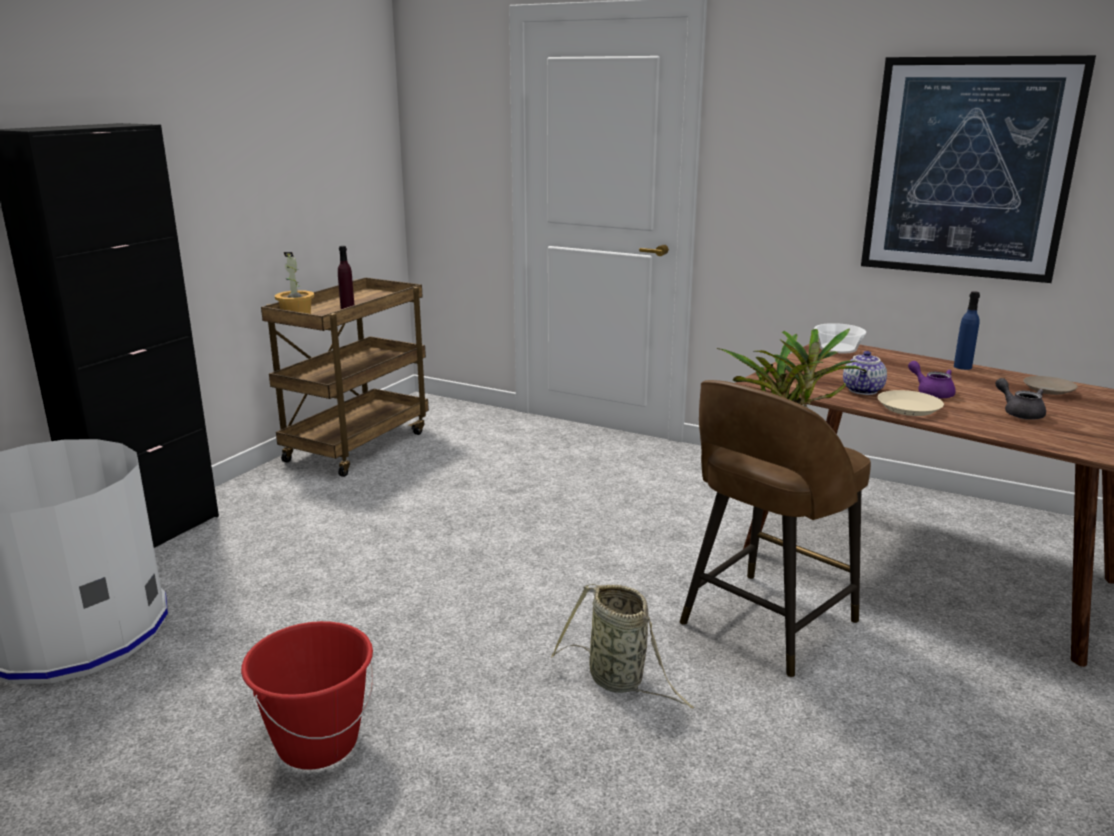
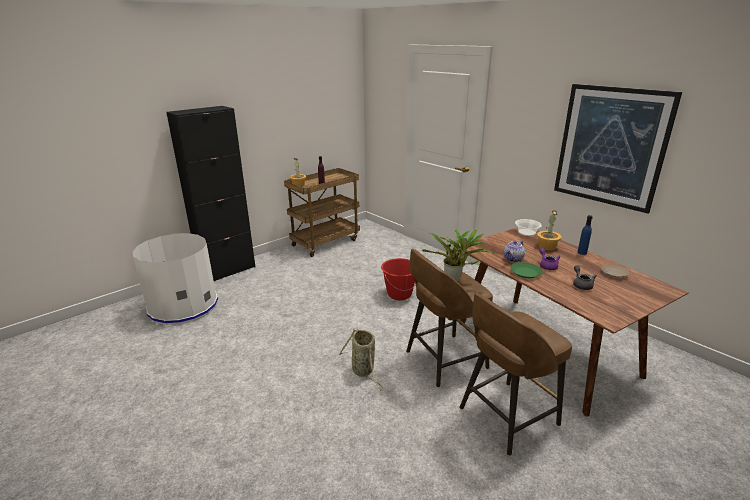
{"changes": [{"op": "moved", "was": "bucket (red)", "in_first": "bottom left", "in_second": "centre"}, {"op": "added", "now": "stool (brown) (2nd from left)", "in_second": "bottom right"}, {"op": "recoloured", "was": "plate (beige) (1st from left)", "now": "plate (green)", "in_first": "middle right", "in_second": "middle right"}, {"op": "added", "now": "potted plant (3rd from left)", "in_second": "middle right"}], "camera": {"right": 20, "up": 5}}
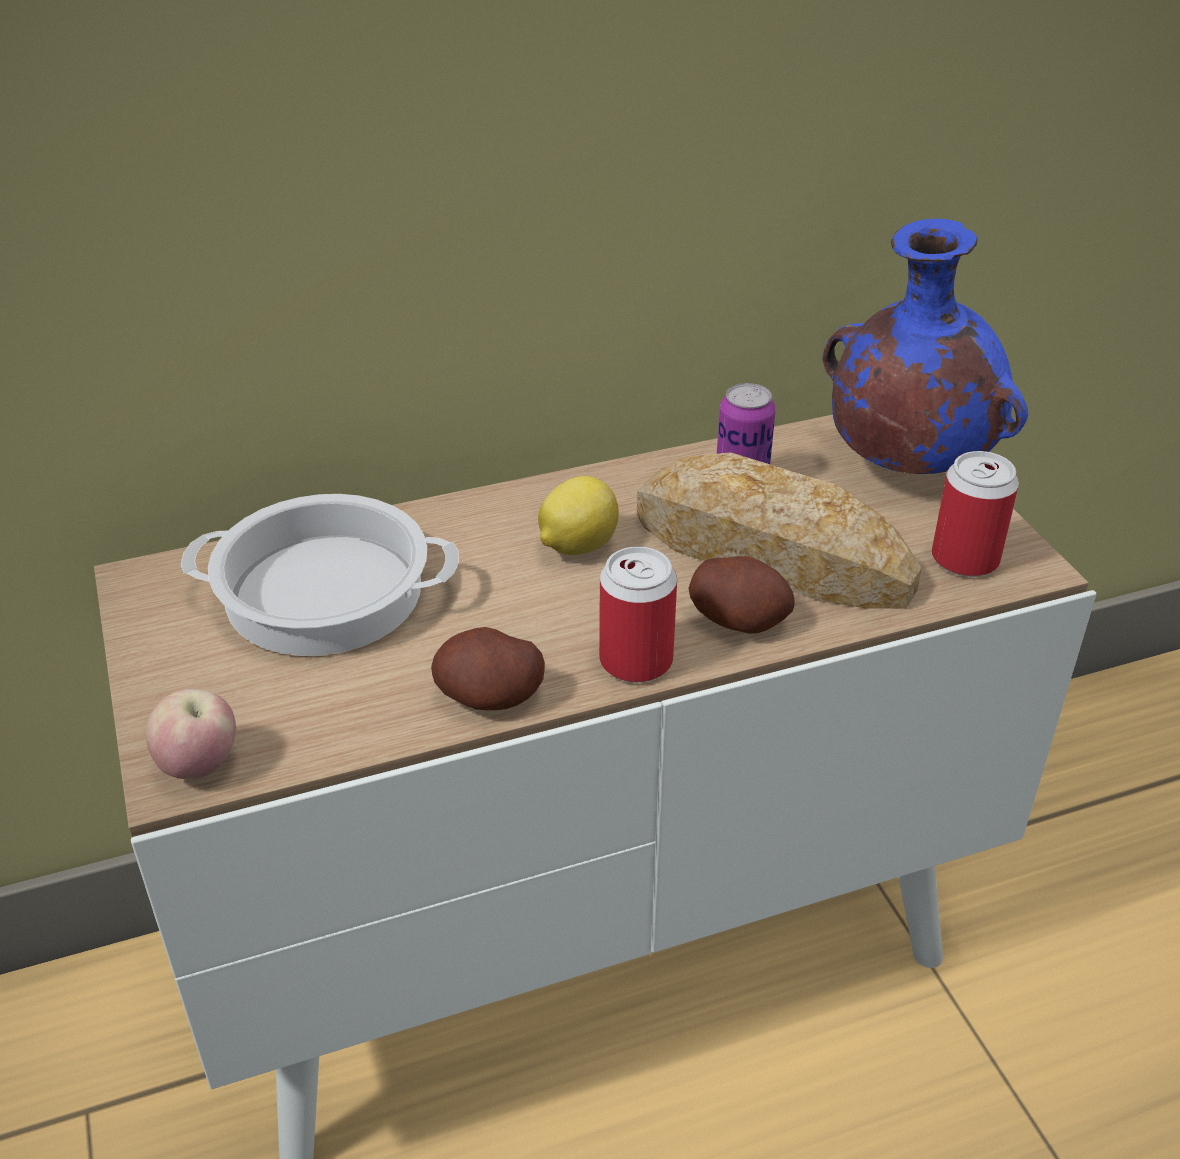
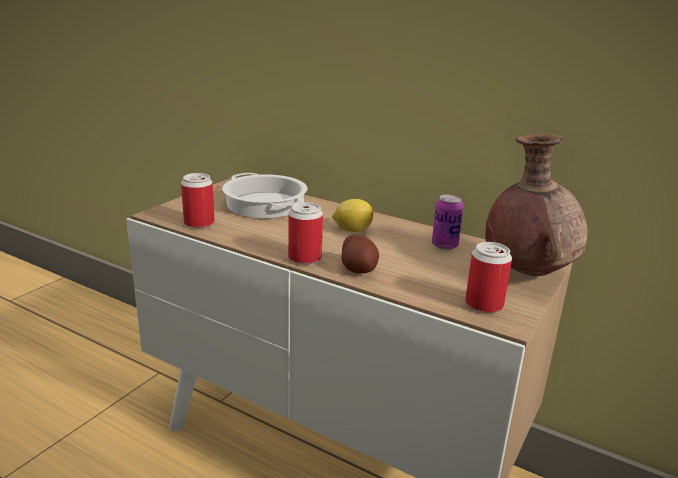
{"changes": [{"op": "added", "now": "can (1st from left)", "in_second": "middle left"}, {"op": "recoloured", "was": "vase (blue)", "now": "vase (brown)", "in_first": "top right", "in_second": "middle right"}, {"op": "removed", "was": "apple", "in_first": "middle left"}, {"op": "removed", "was": "potato (1st from left)", "in_first": "centre"}, {"op": "removed", "was": "bread", "in_first": "centre"}], "camera": {"right": 50, "up": -15}}
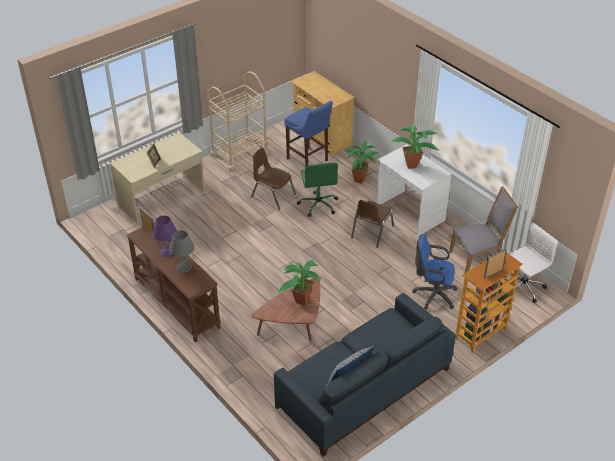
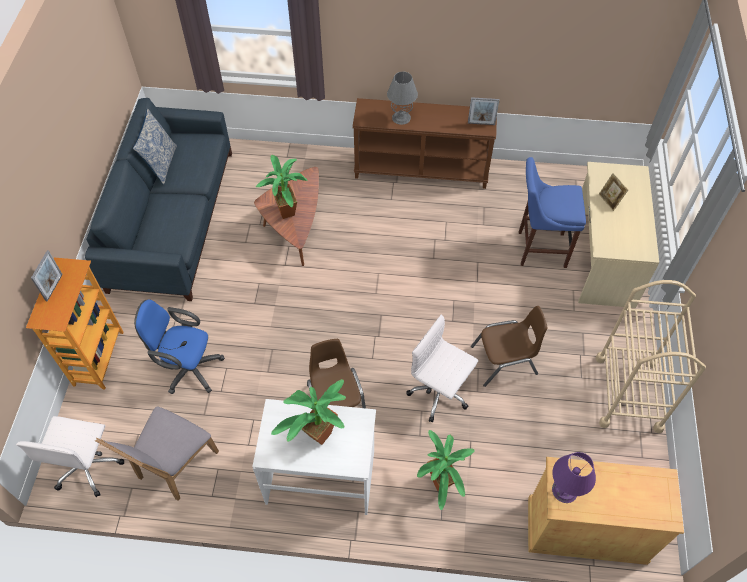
{"changes": [{"op": "turned", "was": "office chair (blue)", "in_first": "middle right", "in_second": "middle left", "clockwise": -135}, {"op": "recoloured", "was": "office chair (green)", "now": "office chair (white) (2nd from left)", "in_first": "centre", "in_second": "centre"}, {"op": "moved", "was": "stool (blue)", "in_first": "top centre", "in_second": "middle right"}, {"op": "moved", "was": "table lamp (purple)", "in_first": "middle left", "in_second": "bottom right"}], "camera": {"right": 135, "up": 15}}
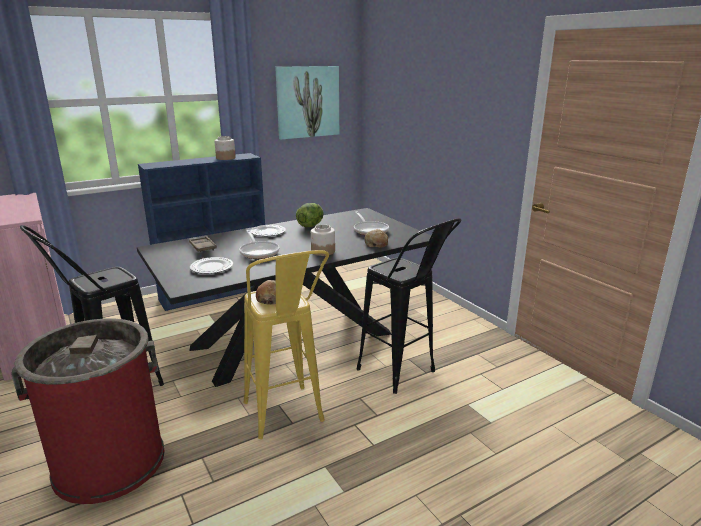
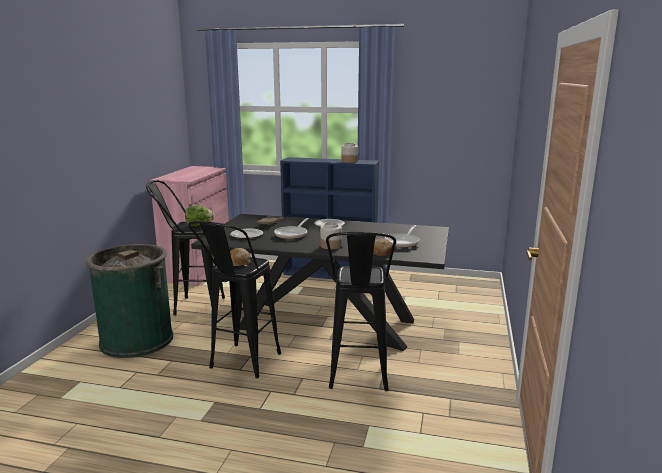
{"changes": [{"op": "recoloured", "was": "trash can (red)", "now": "trash can (green)", "in_first": "bottom left", "in_second": "middle left"}, {"op": "moved", "was": "lettuce", "in_first": "centre", "in_second": "middle left"}, {"op": "recoloured", "was": "stool (yellow)", "now": "stool (black) (2nd from left)", "in_first": "centre", "in_second": "centre"}, {"op": "removed", "was": "picture", "in_first": "top centre"}], "camera": {"right": 45, "up": -5}}
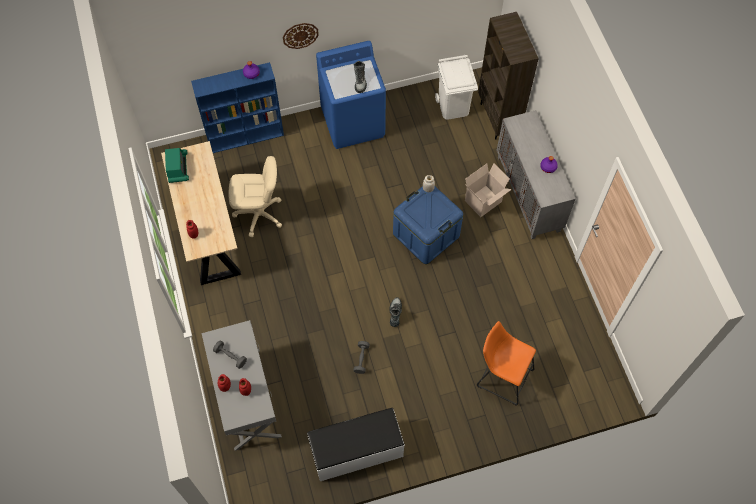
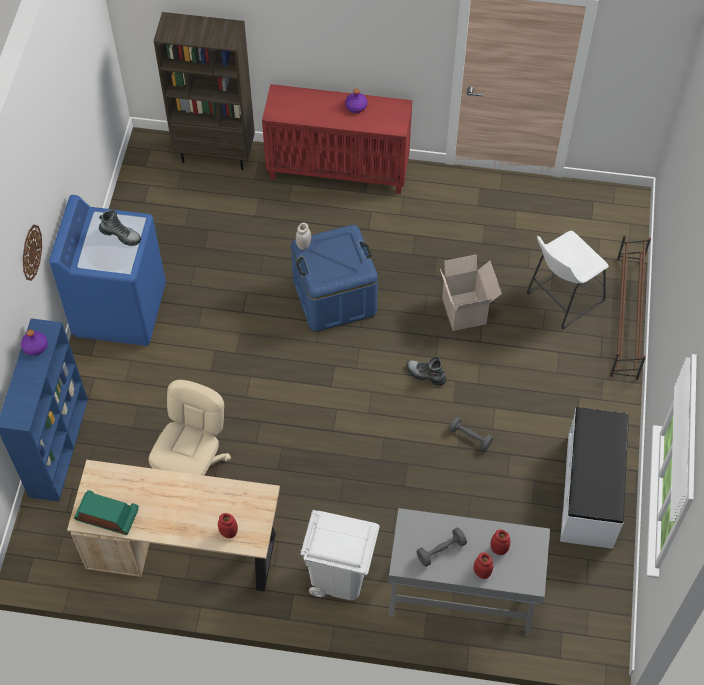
{"changes": [{"op": "recoloured", "was": "cabinet (grey)", "now": "cabinet (red)", "in_first": "middle right", "in_second": "top centre"}, {"op": "moved", "was": "trash can (white)", "in_first": "top centre", "in_second": "bottom centre"}, {"op": "moved", "was": "cardboard box", "in_first": "centre", "in_second": "middle right"}, {"op": "recoloured", "was": "stool (orange)", "now": "stool (white)", "in_first": "bottom right", "in_second": "middle right"}, {"op": "added", "now": "shoe rack (brown)", "in_second": "middle right"}], "camera": {"right": -65, "up": -5}}
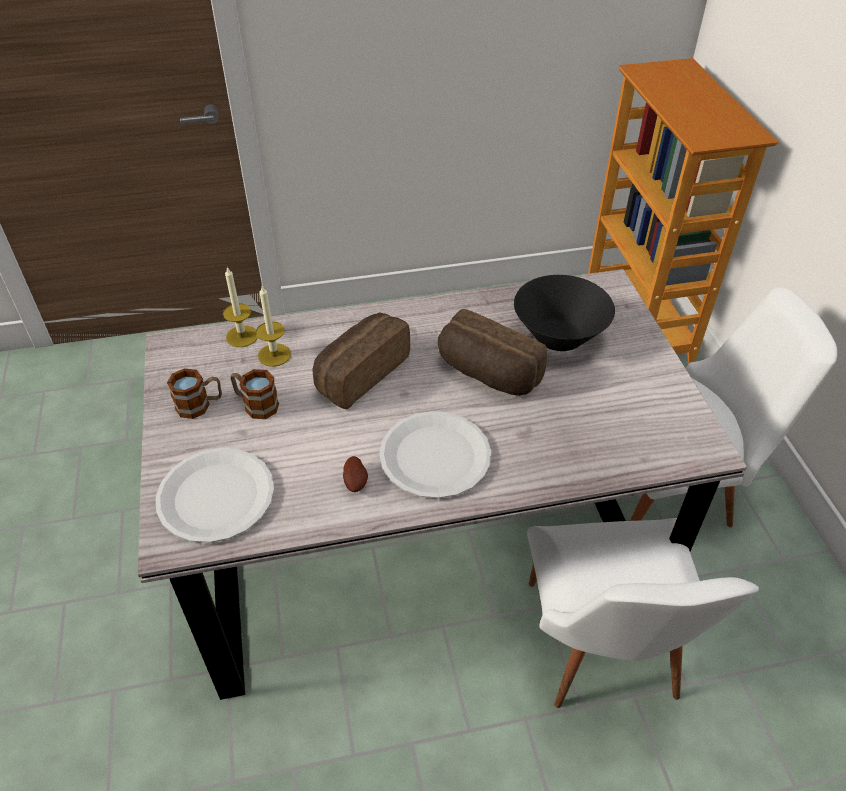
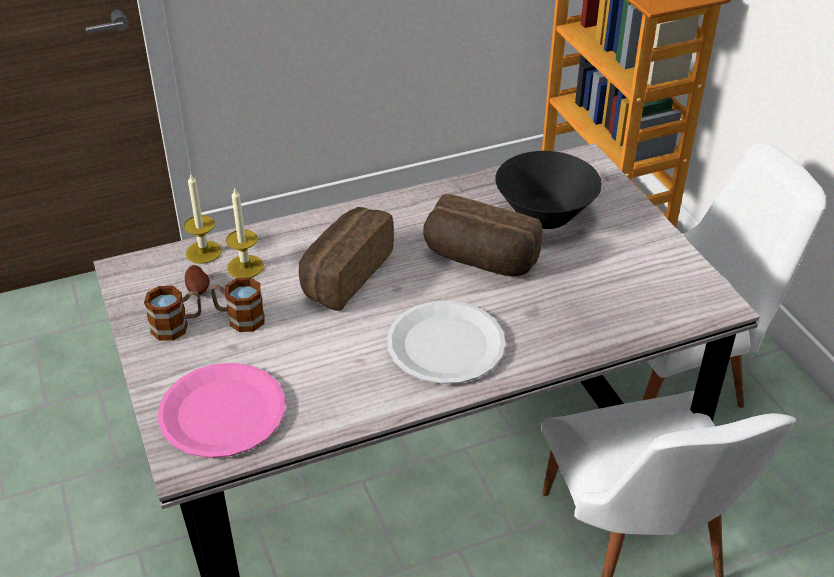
{"changes": [{"op": "recoloured", "was": "plate (white) (1st from left)", "now": "plate (pink)", "in_first": "middle left", "in_second": "bottom left"}, {"op": "moved", "was": "potato", "in_first": "centre", "in_second": "middle left"}], "camera": {"right": -10, "up": -5}}
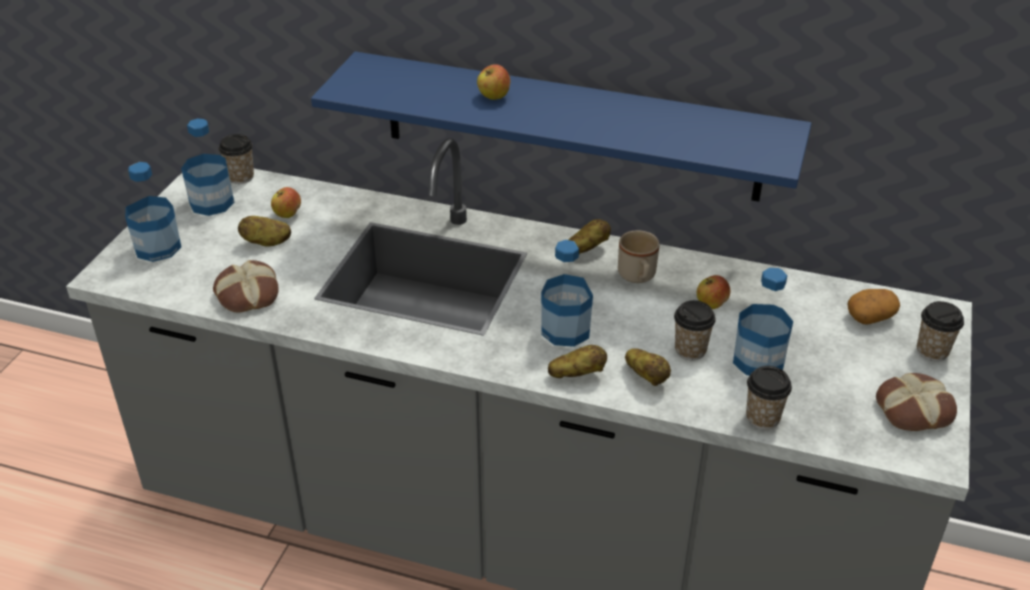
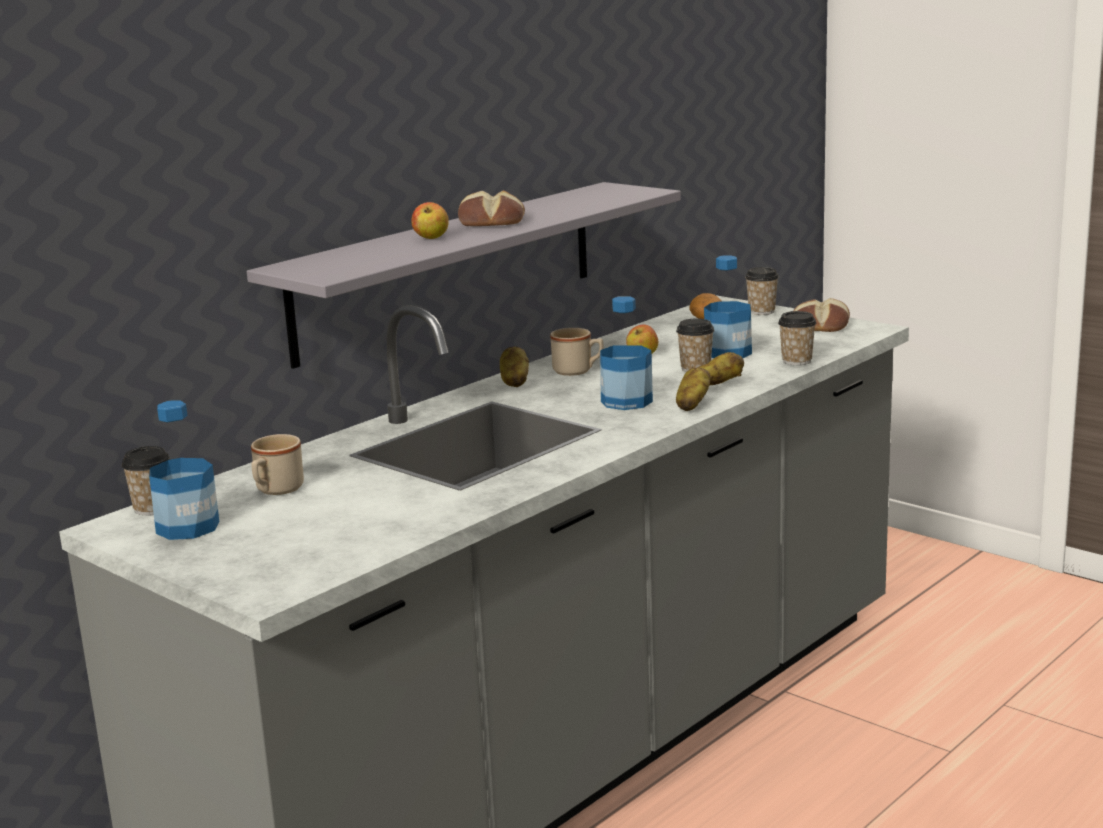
{"changes": [{"op": "recoloured", "was": "shelf (blue)", "now": "shelf (grey)", "in_first": "top centre", "in_second": "top centre"}, {"op": "replaced", "was": "apple (1st from left)", "now": "mug (beige) (1st from left)", "in_first": "middle left", "in_second": "middle left"}, {"op": "moved", "was": "bread (1st from left)", "in_first": "middle left", "in_second": "top centre"}, {"op": "removed", "was": "bottle (1st from left)", "in_first": "middle left"}, {"op": "removed", "was": "potato (1st from left)", "in_first": "middle left"}], "camera": {"right": -65, "up": -20}}
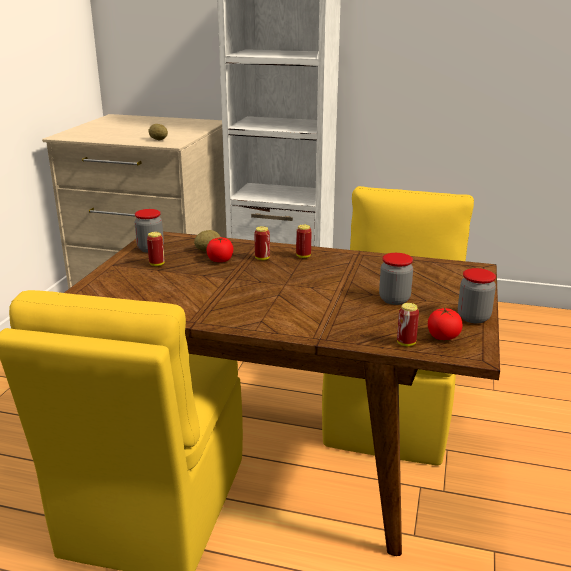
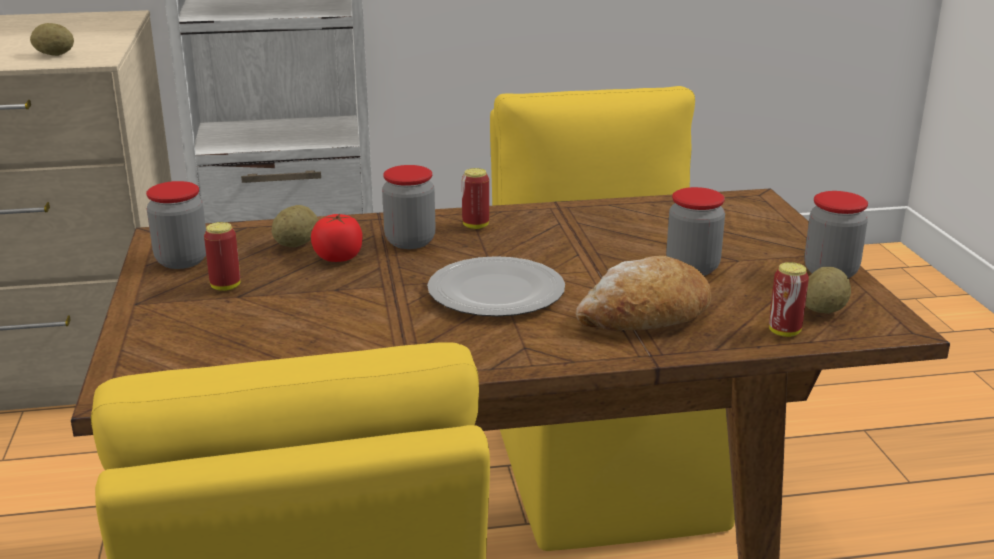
{"changes": [{"op": "replaced", "was": "can (2nd from left)", "now": "jar (2nd from left)", "in_first": "centre", "in_second": "centre"}, {"op": "added", "now": "plate", "in_second": "centre"}, {"op": "added", "now": "bread", "in_second": "centre"}, {"op": "replaced", "was": "tomato (2nd from left)", "now": "potato (3rd from left)", "in_first": "middle right", "in_second": "middle right"}], "camera": {"right": -25, "up": 0}}
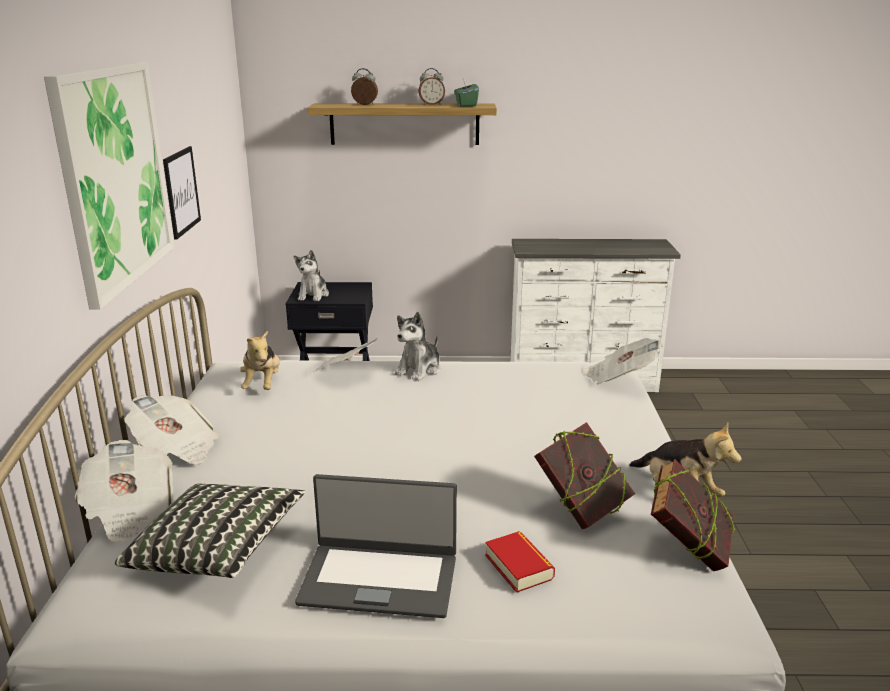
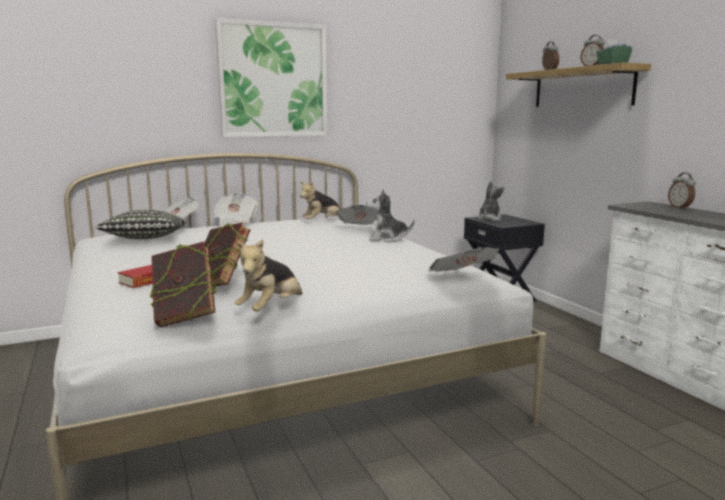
{"changes": [{"op": "turned", "was": "plush toy (2nd from left in the first image)", "in_first": "centre", "in_second": "middle right", "clockwise": 135}, {"op": "added", "now": "alarm clock (3rd from left)", "in_second": "middle right"}, {"op": "removed", "was": "picture (2nd from left)", "in_first": "top left"}, {"op": "removed", "was": "laptop", "in_first": "bottom centre"}], "camera": {"right": 65, "up": -10}}
